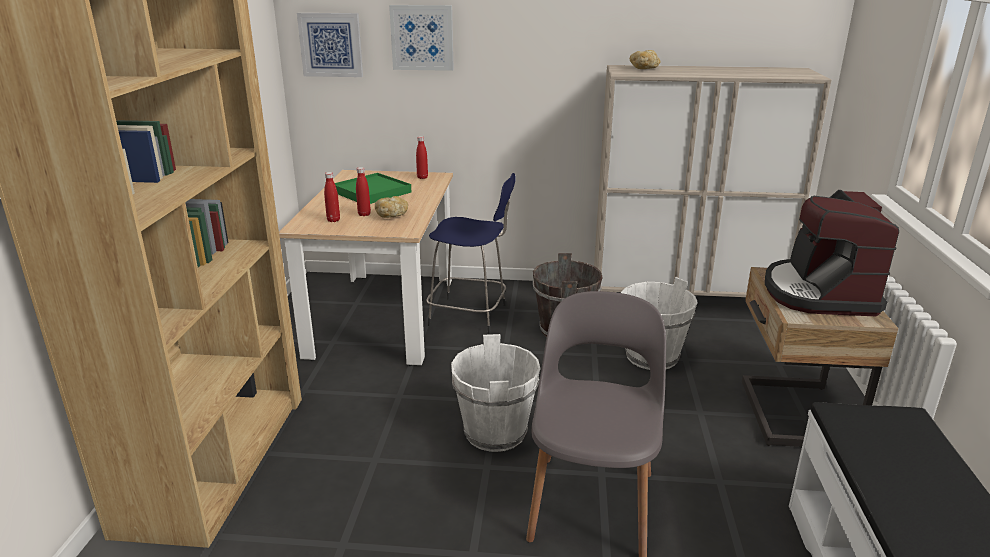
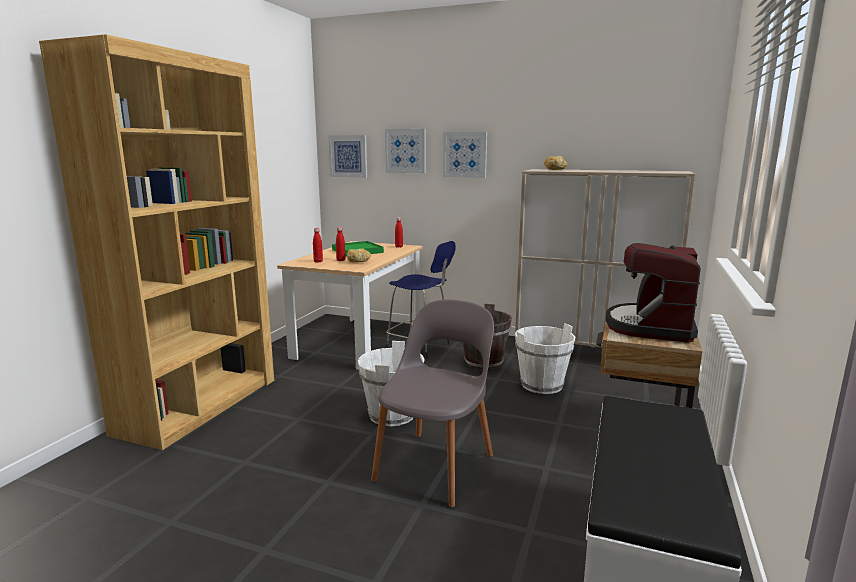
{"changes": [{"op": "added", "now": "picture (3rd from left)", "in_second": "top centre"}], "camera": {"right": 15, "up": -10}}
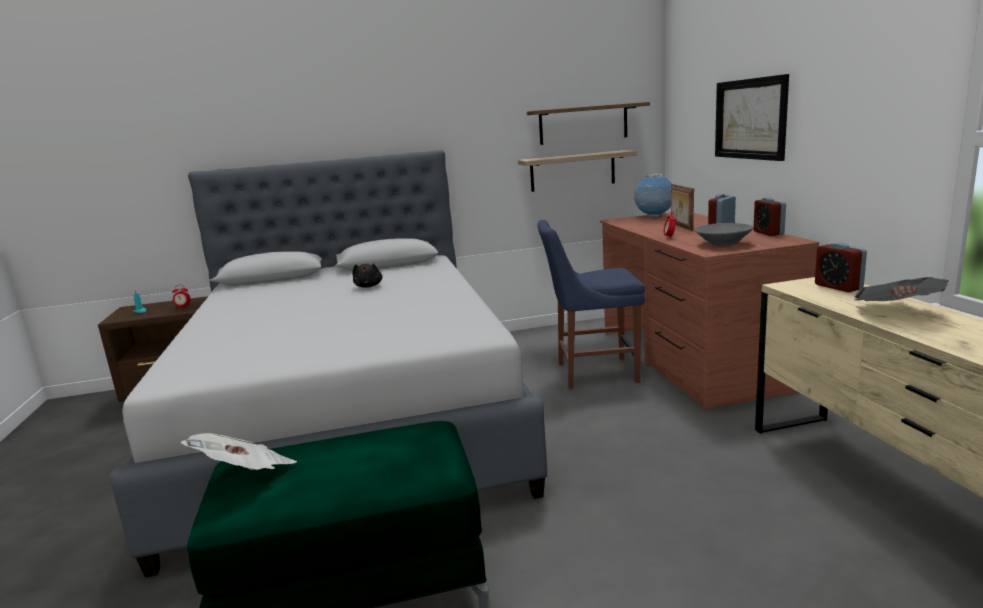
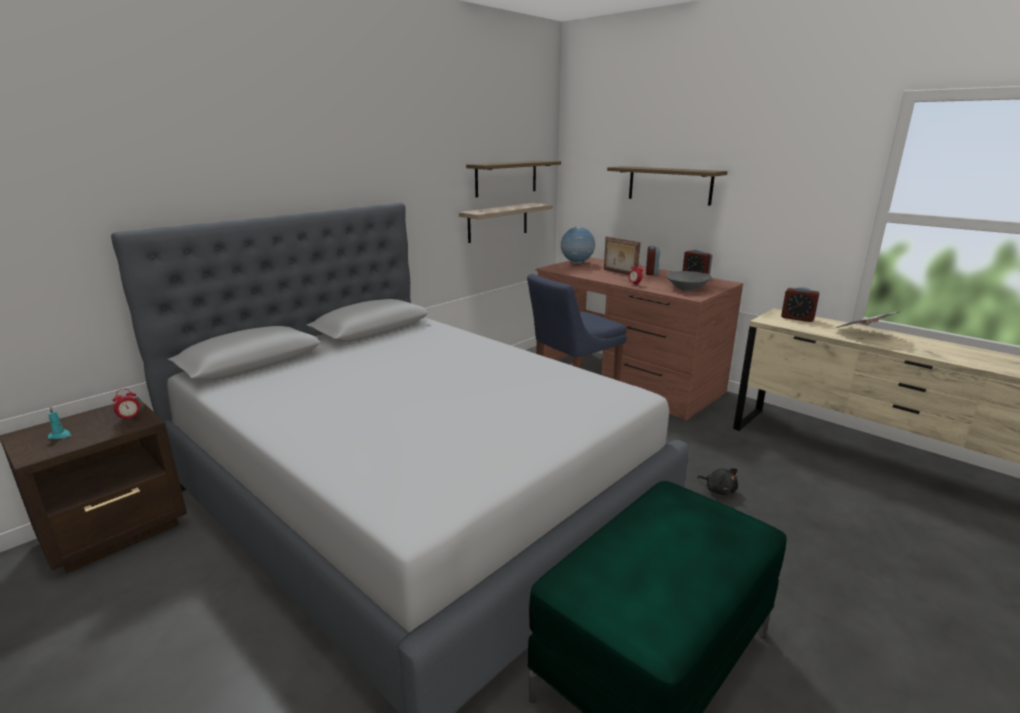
{"changes": [{"op": "replaced", "was": "picture", "now": "shelf (3rd from left)", "in_first": "top right", "in_second": "top centre"}, {"op": "moved", "was": "plush toy (black)", "in_first": "centre", "in_second": "bottom right"}, {"op": "removed", "was": "newspaper (1st from left)", "in_first": "bottom left"}], "camera": {"right": -35, "up": 5}}
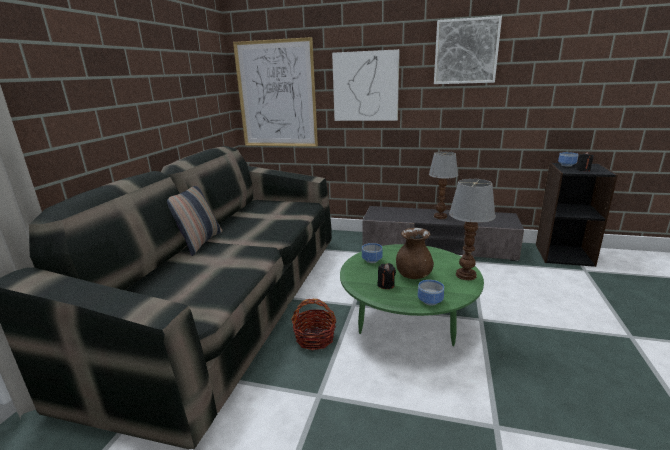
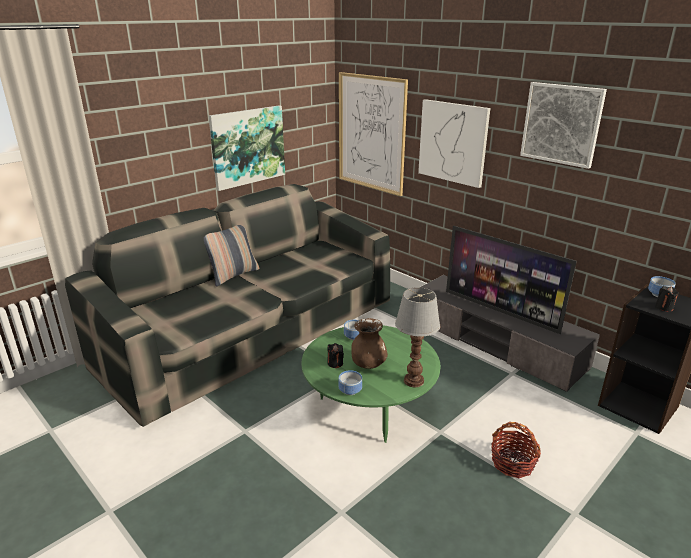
{"changes": [{"op": "added", "now": "picture (1st from left)", "in_second": "top centre"}, {"op": "replaced", "was": "table lamp (1st from left)", "now": "television", "in_first": "centre", "in_second": "middle right"}, {"op": "moved", "was": "basket", "in_first": "bottom centre", "in_second": "bottom right"}], "camera": {"right": 30, "up": 5}}
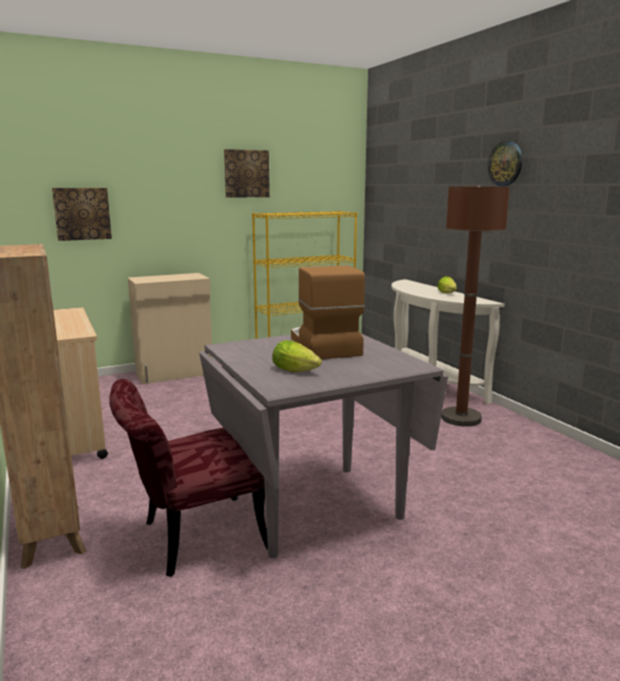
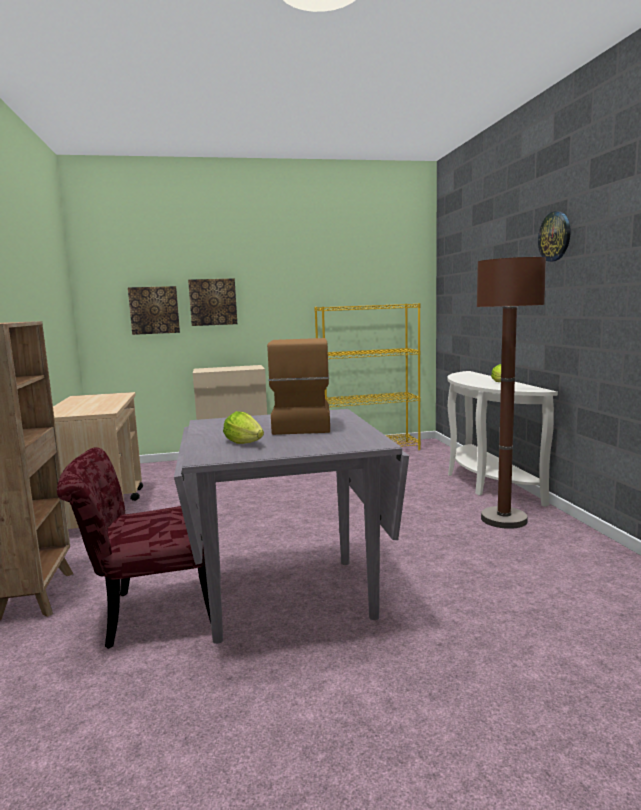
{"changes": [{"op": "moved", "was": "picture (2nd from left)", "in_first": "top centre", "in_second": "middle left"}], "camera": {"right": 15, "up": -5}}
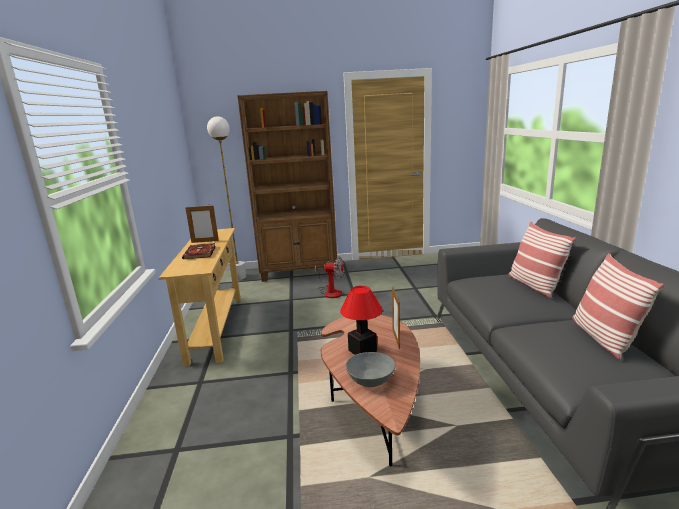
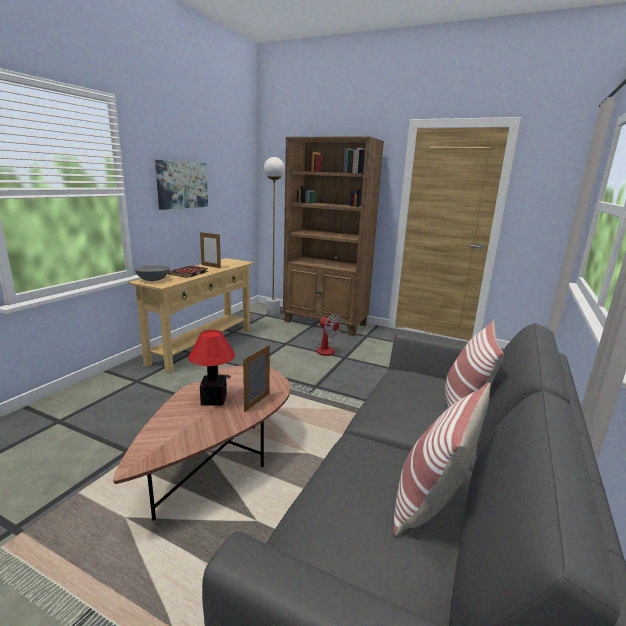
{"changes": [{"op": "moved", "was": "bowl (grey)", "in_first": "bottom centre", "in_second": "middle left"}, {"op": "added", "now": "picture", "in_second": "top left"}], "camera": {"right": 30, "up": 0}}
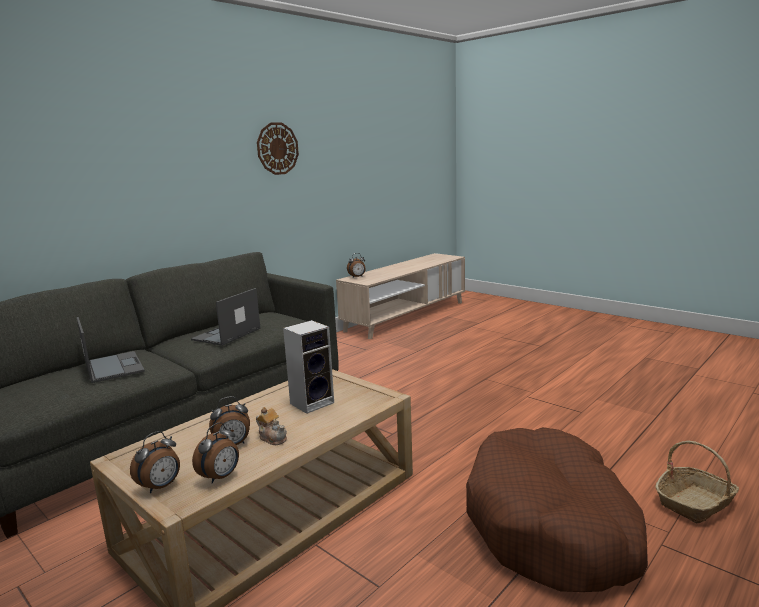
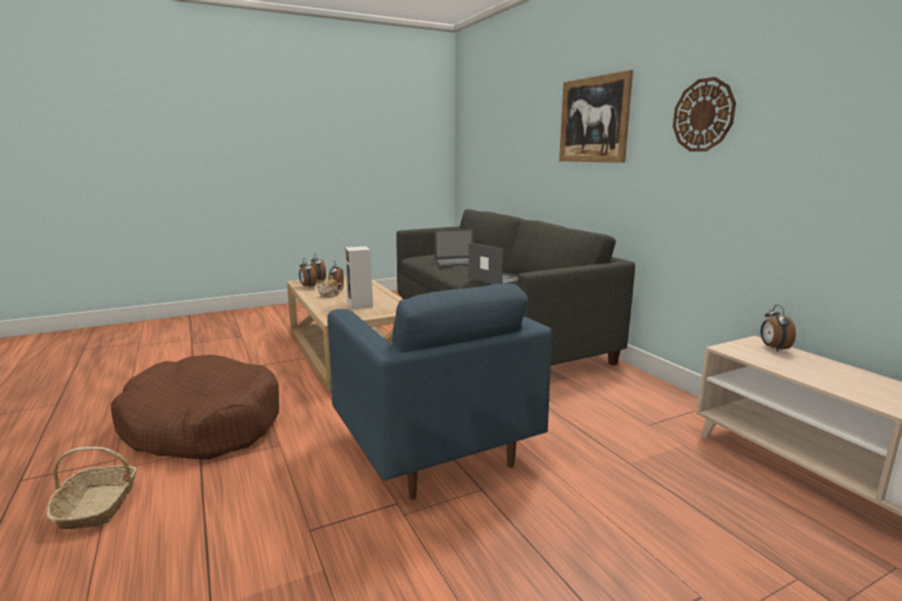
{"changes": [{"op": "added", "now": "armchair (blue)", "in_second": "centre"}, {"op": "added", "now": "picture", "in_second": "top centre"}], "camera": {"right": 110, "up": 0}}
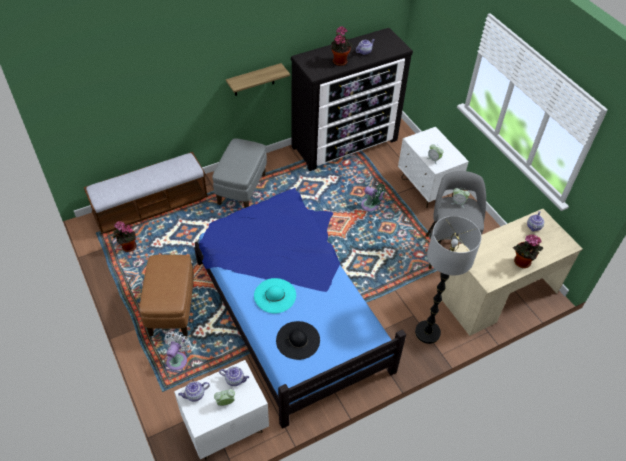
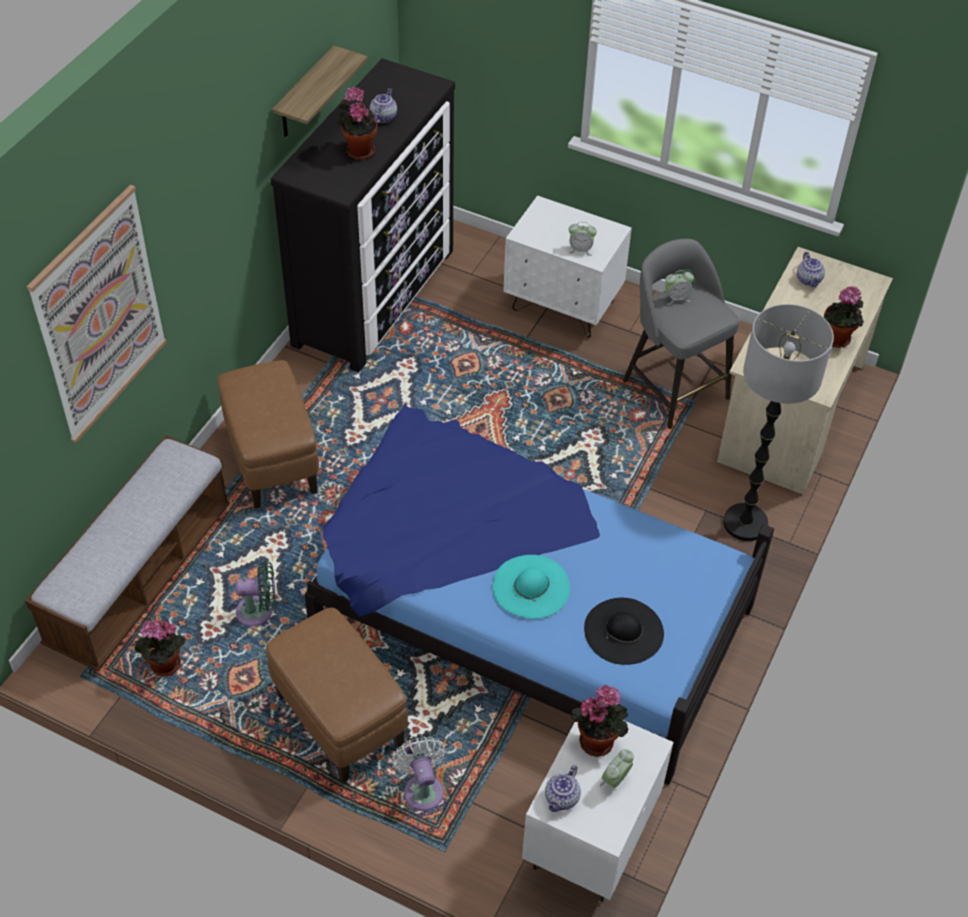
{"changes": [{"op": "added", "now": "picture", "in_second": "middle left"}, {"op": "recoloured", "was": "ottoman (grey)", "now": "ottoman (brown) (1st from left)", "in_first": "centre", "in_second": "middle left"}, {"op": "moved", "was": "fan (green)", "in_first": "centre", "in_second": "middle left"}, {"op": "moved", "was": "shelf", "in_first": "top centre", "in_second": "top left"}, {"op": "replaced", "was": "teapot (2nd from left)", "now": "potted plant (3rd from left)", "in_first": "bottom centre", "in_second": "bottom centre"}], "camera": {"right": -35, "up": 0}}
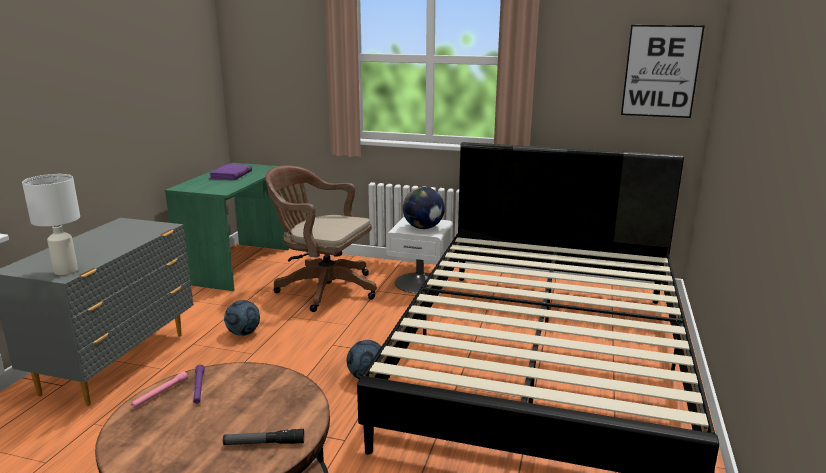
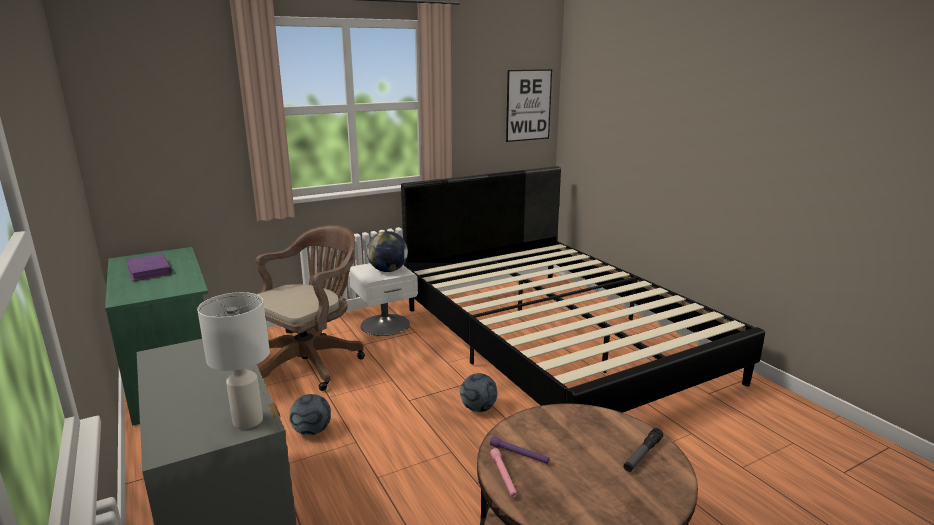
{"changes": [{"op": "turned", "was": "office chair (brown)", "in_first": "centre", "in_second": "middle left", "clockwise": 150}], "camera": {"right": -45, "up": 0}}
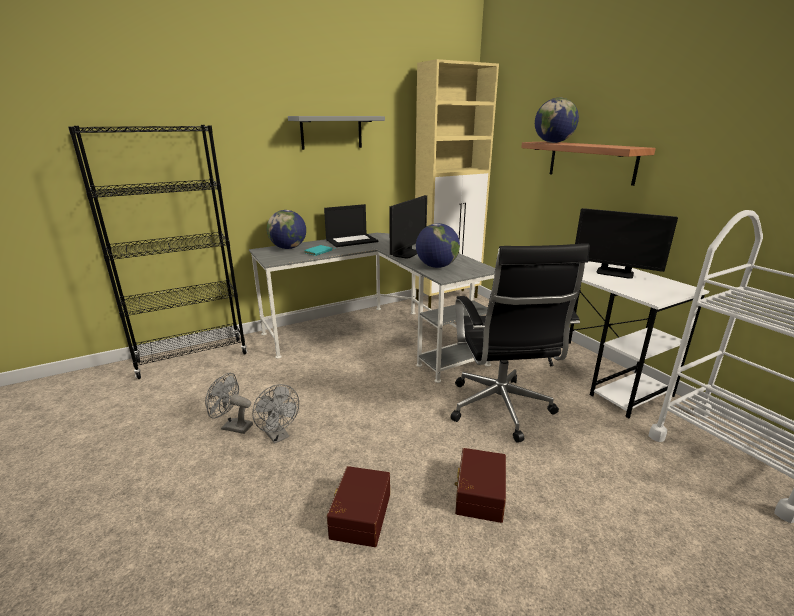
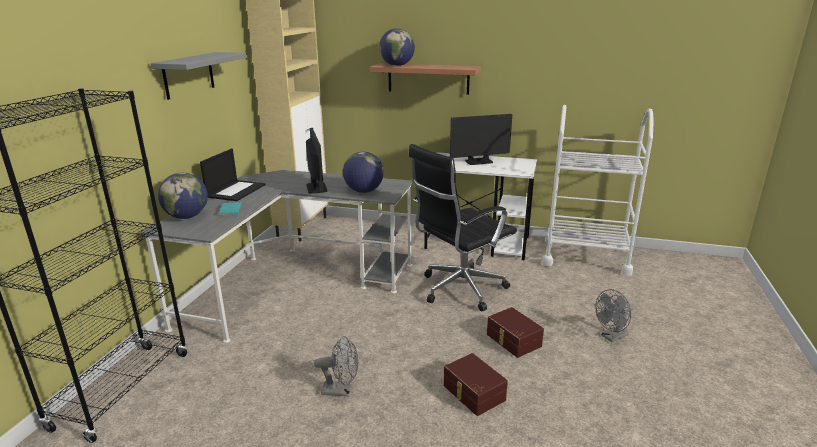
{"changes": [{"op": "turned", "was": "office chair (black)", "in_first": "centre", "in_second": "centre", "clockwise": 105}, {"op": "moved", "was": "fan (grey) (1st from left in the first image)", "now": "fan (grey) (2nd from left)", "in_first": "middle left", "in_second": "bottom right"}], "camera": {"right": -45, "up": 0}}
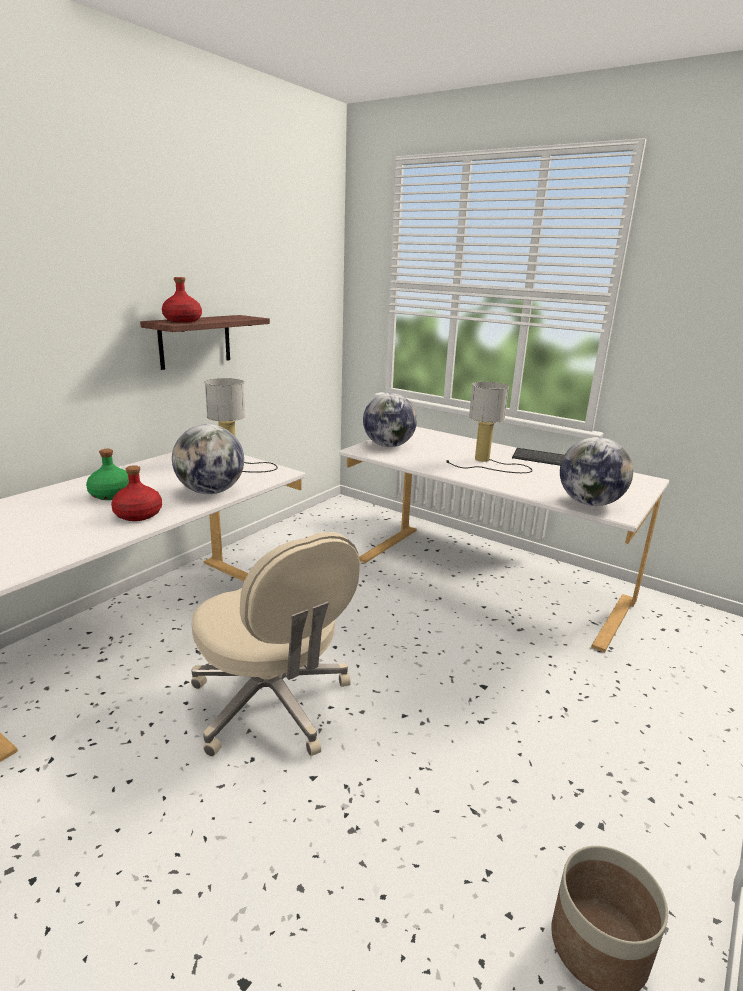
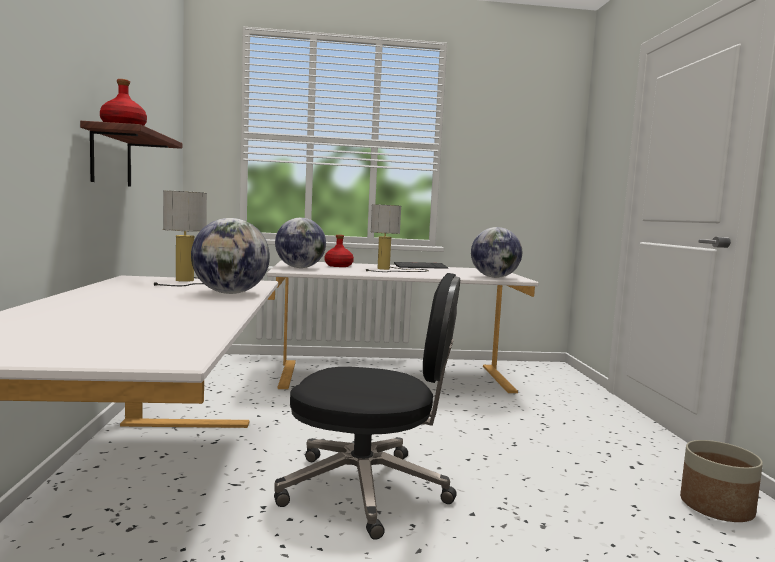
{"changes": [{"op": "recoloured", "was": "office chair (beige)", "now": "office chair (black)", "in_first": "centre", "in_second": "bottom centre"}, {"op": "moved", "was": "bottle (red) (1st from left in the first image)", "now": "bottle (red) (2nd from left)", "in_first": "middle left", "in_second": "centre"}, {"op": "removed", "was": "bottle (green)", "in_first": "middle left"}], "camera": {"right": -40, "up": -15}}
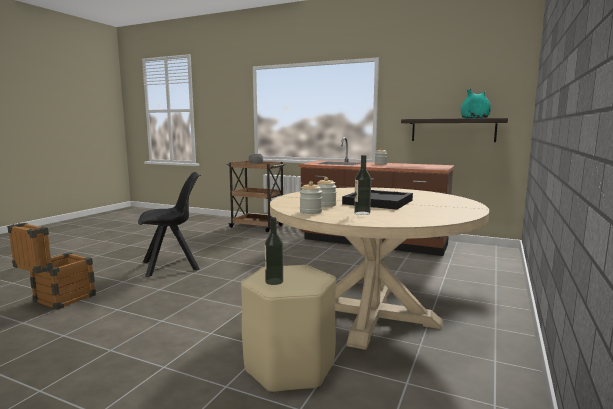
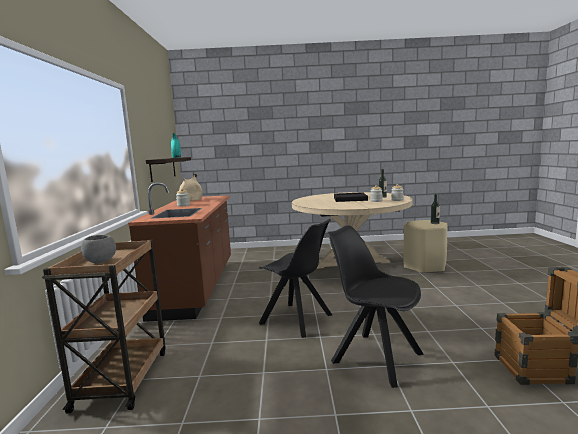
{"changes": [{"op": "added", "now": "vase (beige)", "in_second": "middle left"}, {"op": "added", "now": "chair (black) (1st from left)", "in_second": "centre"}], "camera": {"right": -115, "up": 0}}
